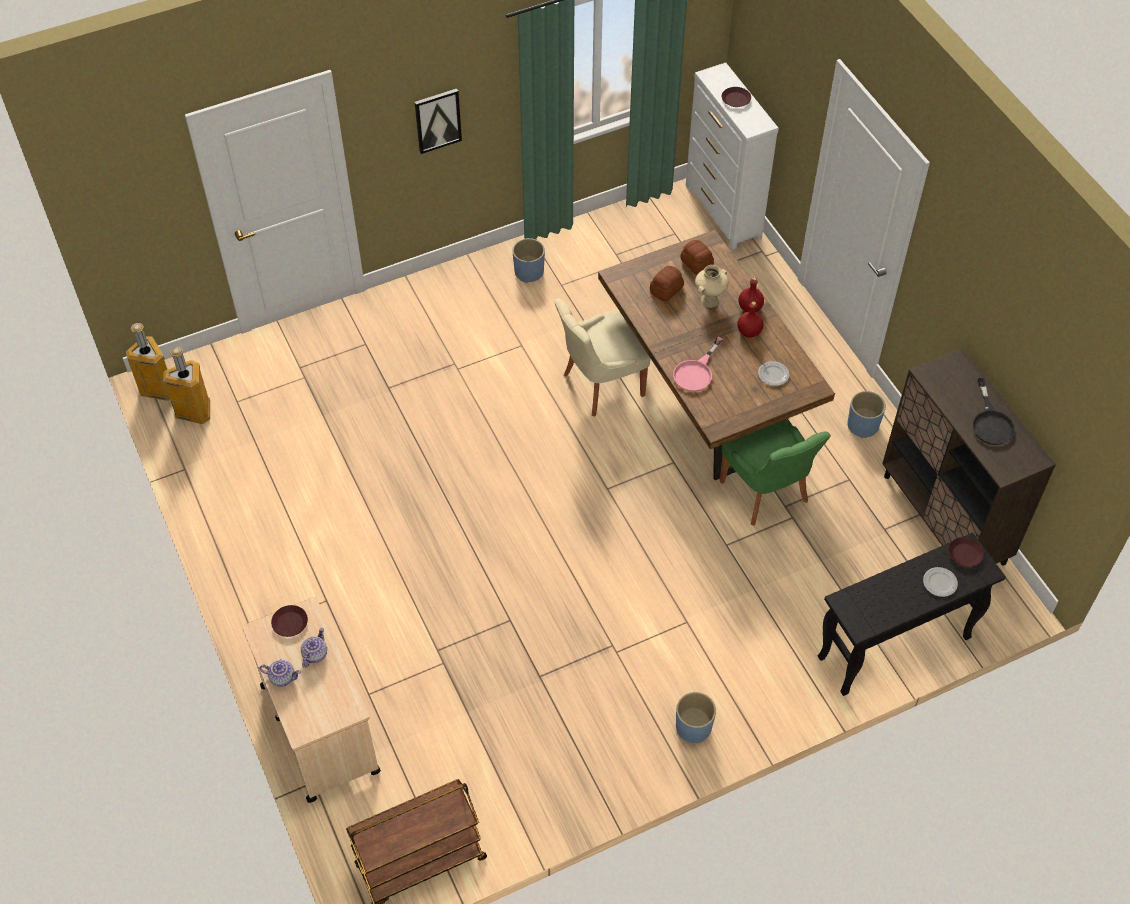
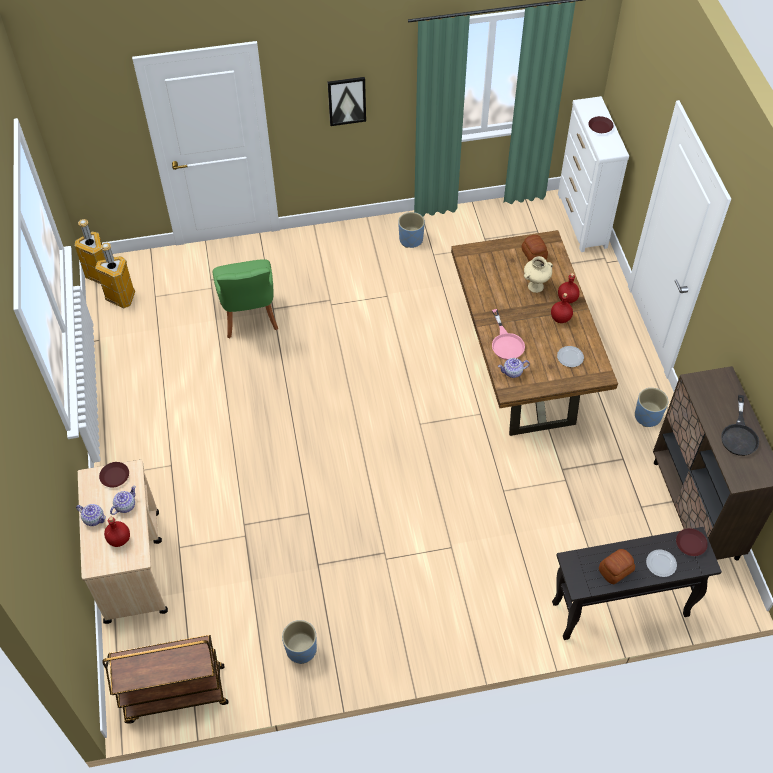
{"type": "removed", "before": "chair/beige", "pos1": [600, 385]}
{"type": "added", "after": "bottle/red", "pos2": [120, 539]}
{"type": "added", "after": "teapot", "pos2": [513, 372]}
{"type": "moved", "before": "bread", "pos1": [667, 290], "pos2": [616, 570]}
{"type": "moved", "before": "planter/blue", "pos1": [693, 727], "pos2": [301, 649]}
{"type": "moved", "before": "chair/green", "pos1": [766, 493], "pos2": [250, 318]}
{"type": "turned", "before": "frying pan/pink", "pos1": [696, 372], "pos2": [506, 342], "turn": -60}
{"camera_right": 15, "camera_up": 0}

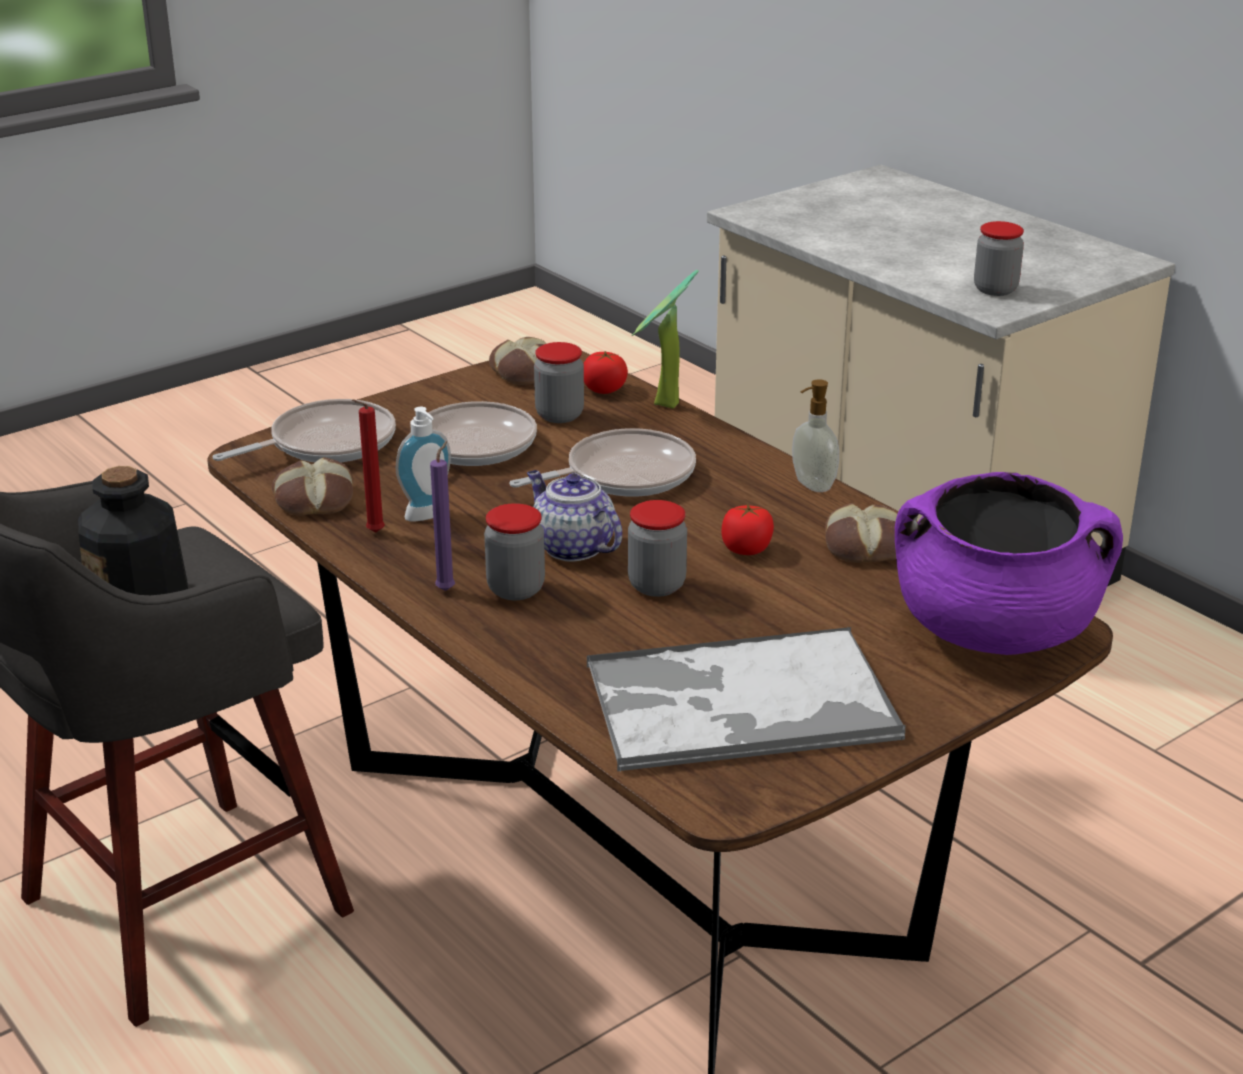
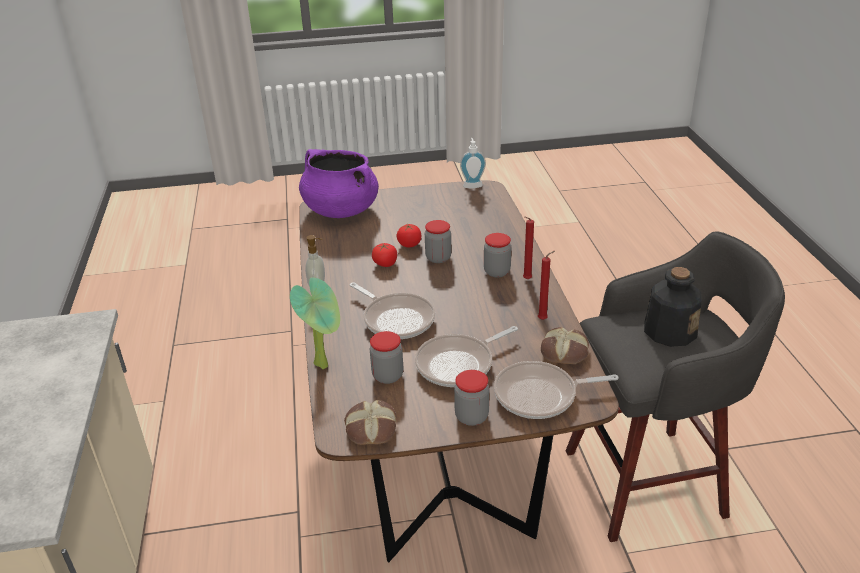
{"type": "removed", "before": "teapot", "pos1": [571, 547]}
{"type": "removed", "before": "tray", "pos1": [737, 703]}
{"type": "removed", "before": "bread", "pos1": [866, 545]}
{"type": "moved", "before": "soap dispenser", "pos1": [429, 516], "pos2": [472, 185]}
{"type": "moved", "before": "tomato", "pos1": [604, 389], "pos2": [409, 244]}
{"type": "moved", "before": "jar", "pos1": [995, 289], "pos2": [471, 416]}
{"type": "recoloured", "before": "candle/purple", "after": "candle/red", "pos1": [447, 589], "pos2": [526, 279]}
{"type": "turned", "before": "frying pan", "pos1": [623, 475], "pos2": [396, 319], "turn": -135}
{"camera_right": -150, "camera_up": 5}

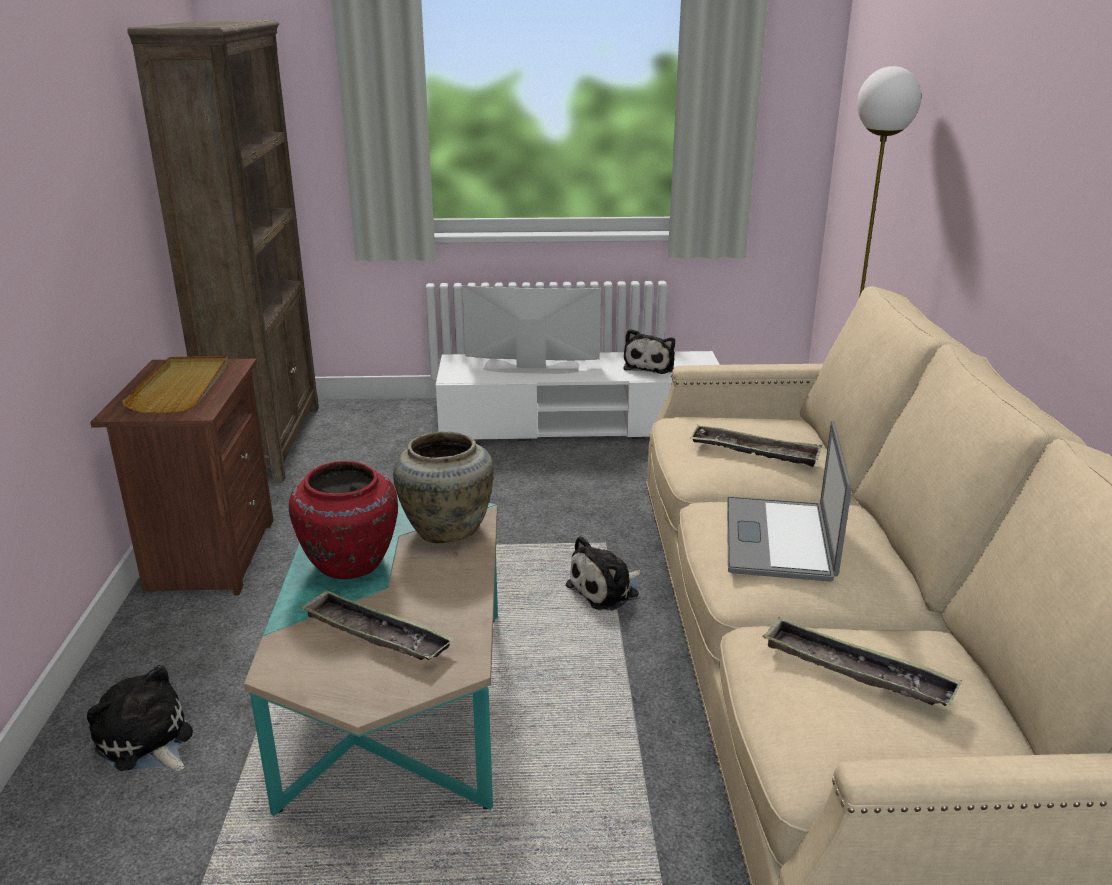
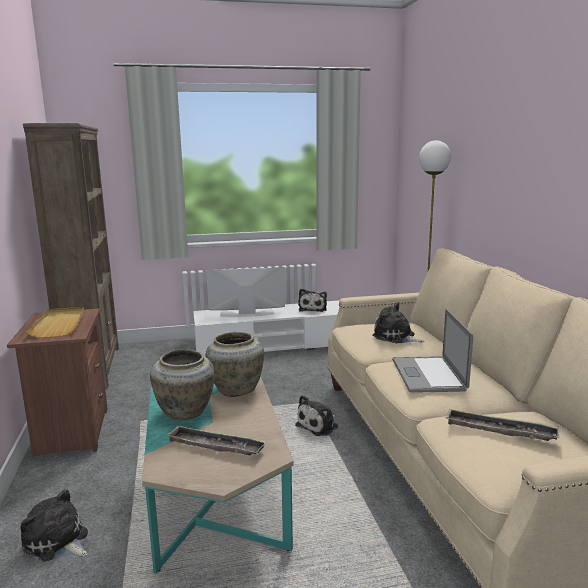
{"type": "replaced", "before": "tray", "after": "plush toy", "pos1": [754, 452], "pos2": [395, 337]}
{"type": "recoloured", "before": "vase/red", "after": "vase/beige", "pos1": [349, 565], "pos2": [185, 412]}
{"camera_right": -10, "camera_up": -10}

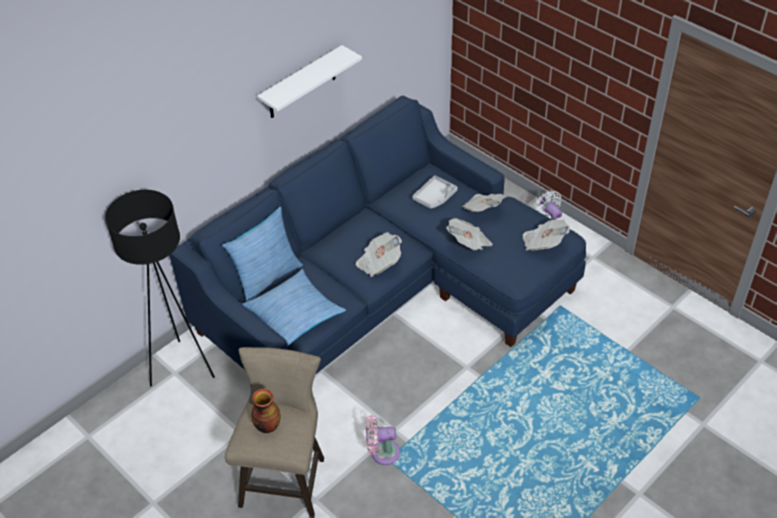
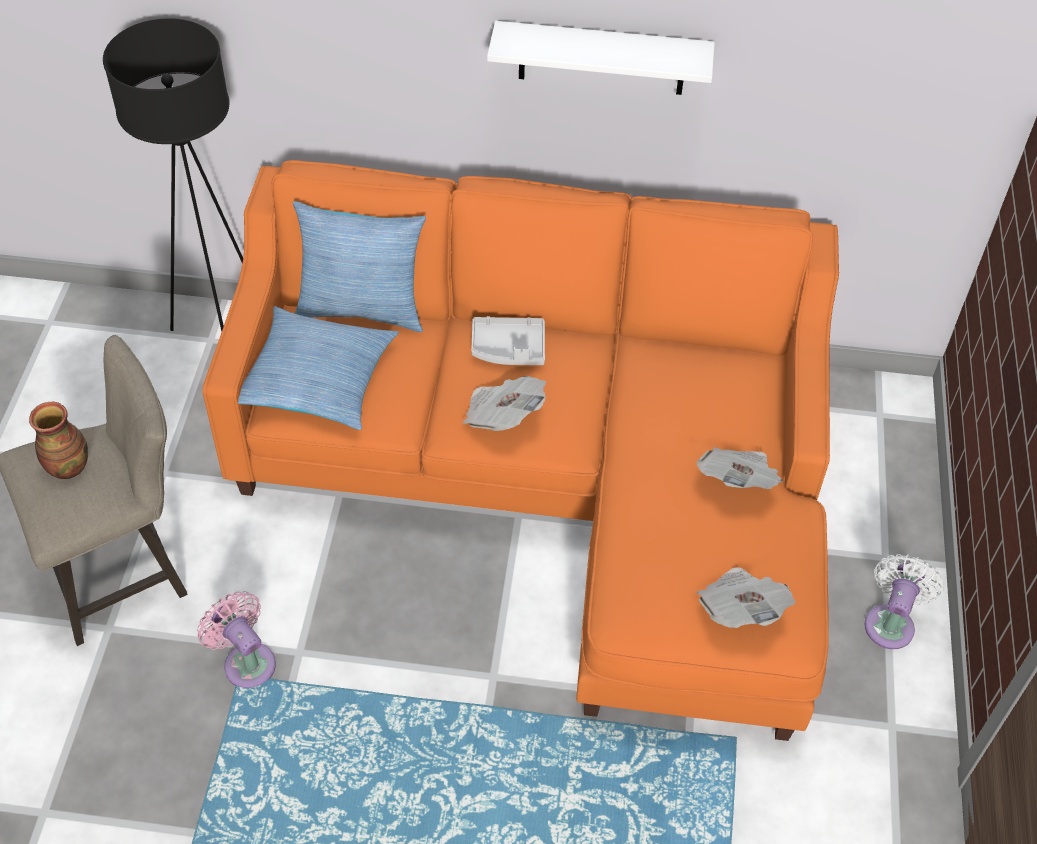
{"type": "removed", "before": "newspaper", "pos1": [469, 243]}
{"type": "moved", "before": "tray/grey", "pos1": [435, 197], "pos2": [508, 349]}
{"type": "recoloured", "before": "sofa/blue", "after": "sofa/orange", "pos1": [385, 288], "pos2": [556, 476]}
{"camera_right": 50, "camera_up": 5}

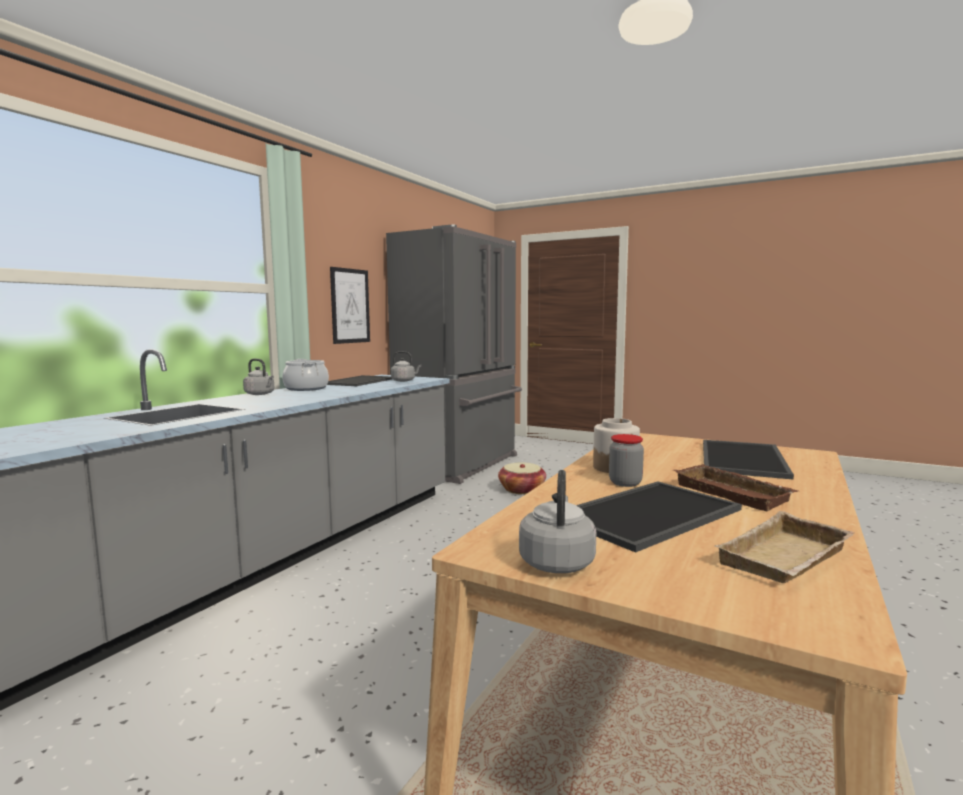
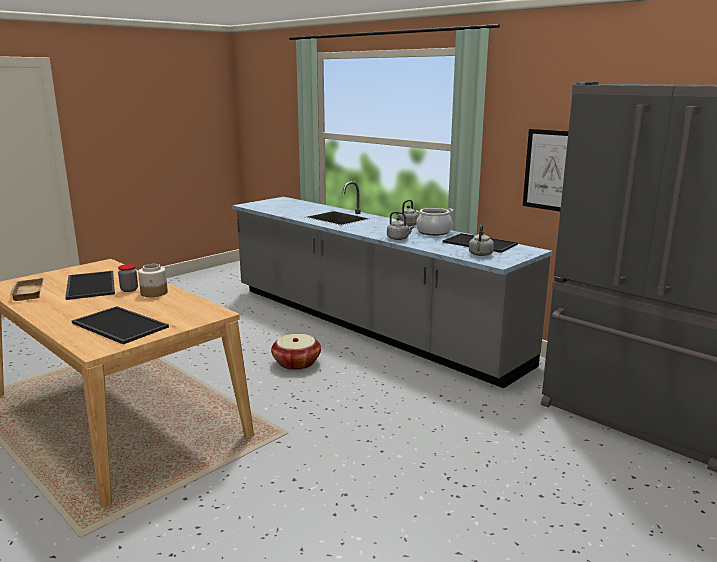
{"type": "removed", "before": "tray/brown", "pos1": [735, 493]}
{"type": "moved", "before": "basket", "pos1": [522, 489], "pos2": [296, 363]}
{"type": "moved", "before": "kettle/grey", "pos1": [557, 561], "pos2": [399, 238]}
{"camera_right": 105, "camera_up": 10}

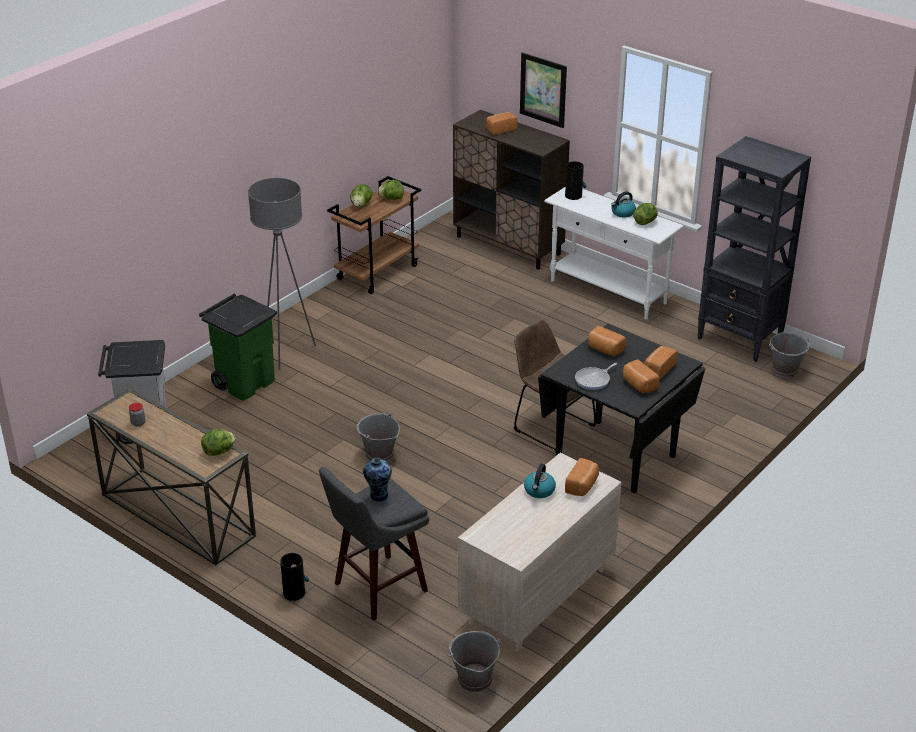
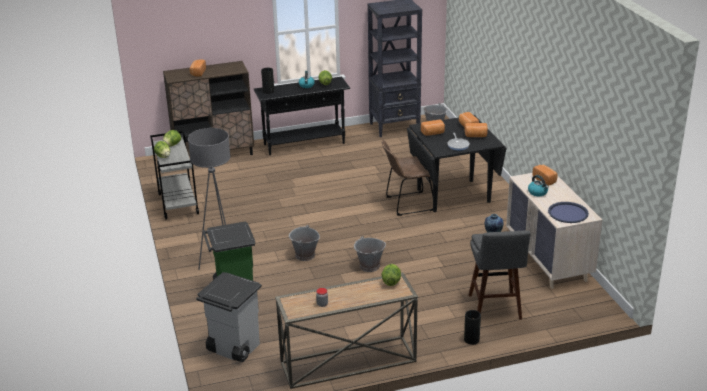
{"type": "removed", "before": "picture", "pos1": [543, 90]}
{"type": "added", "after": "tray/blue", "pos2": [568, 213]}
{"type": "moved", "before": "bucket/grey", "pos1": [474, 679], "pos2": [304, 255]}
{"type": "recoloured", "before": "cart/brown", "after": "cart/grey", "pos1": [377, 272], "pos2": [177, 204]}
{"type": "recoloured", "before": "console table/white", "after": "console table/black", "pos1": [608, 292], "pos2": [304, 144]}
{"camera_right": -55, "camera_up": -5}

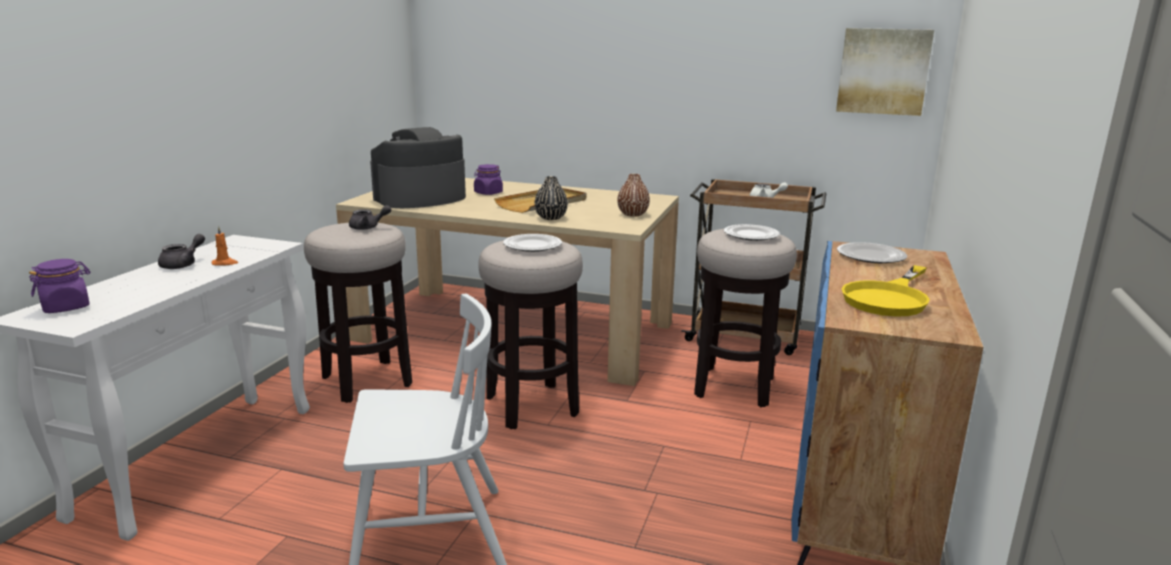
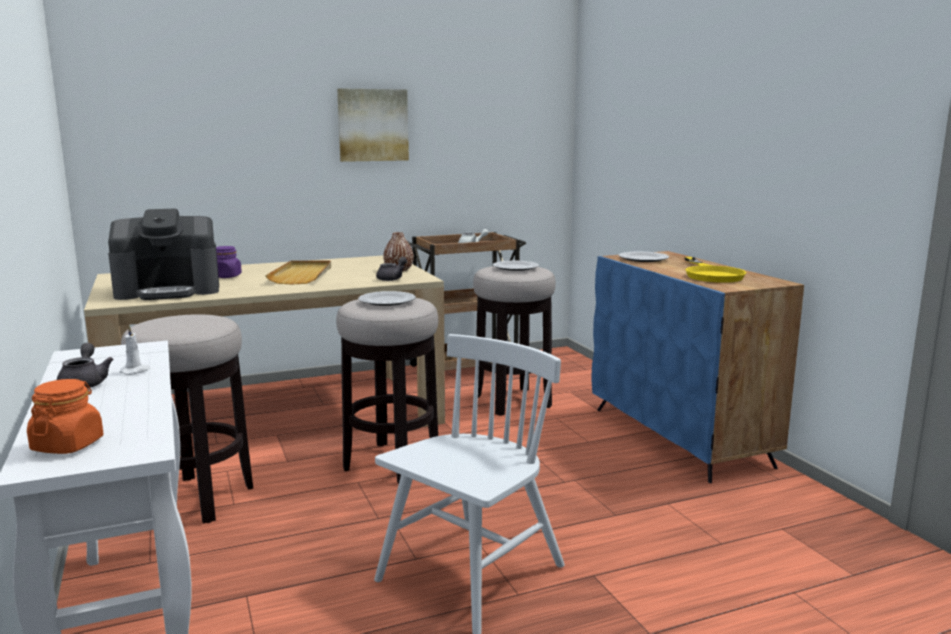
{"type": "removed", "before": "vase/black", "pos1": [551, 218]}
{"type": "moved", "before": "teapot/grey", "pos1": [368, 227], "pos2": [392, 278]}
{"type": "moved", "before": "picture", "pos1": [883, 71], "pos2": [373, 125]}
{"type": "recoloured", "before": "jar/purple", "after": "jar/orange", "pos1": [66, 307], "pos2": [68, 445]}
{"type": "recoloured", "before": "candle/orange", "after": "candle/white", "pos1": [225, 263], "pos2": [135, 371]}
{"type": "turned", "before": "coffee machine", "pos1": [420, 198], "pos2": [169, 290], "turn": -120}
{"camera_right": -40, "camera_up": -5}

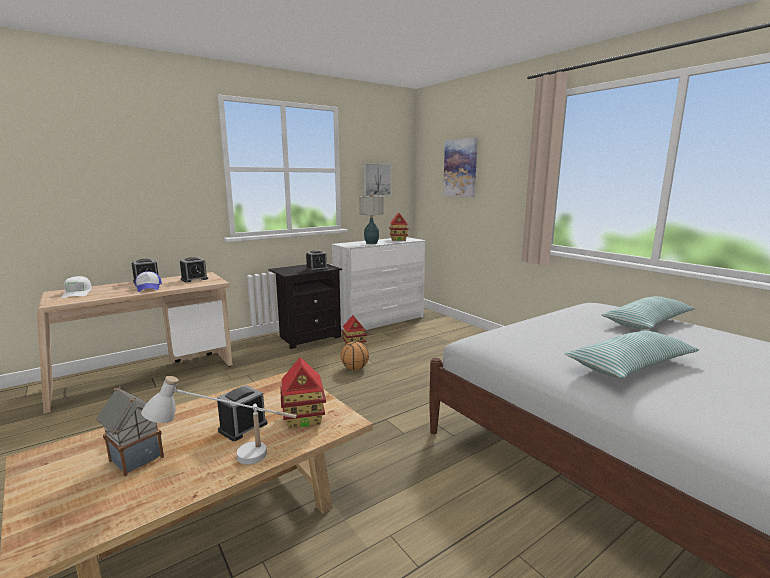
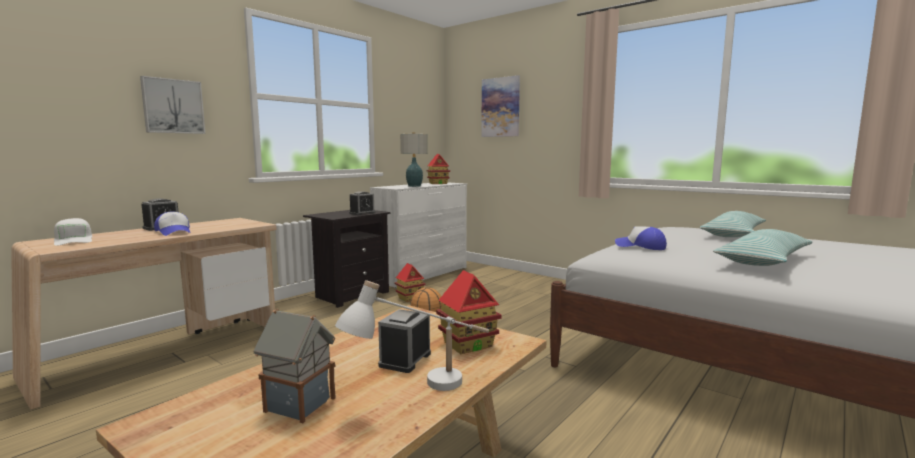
{"type": "removed", "before": "alarm clock", "pos1": [194, 279]}
{"type": "added", "after": "cap", "pos2": [640, 246]}
{"type": "moved", "before": "picture", "pos1": [376, 179], "pos2": [173, 106]}
{"camera_right": -15, "camera_up": -5}

